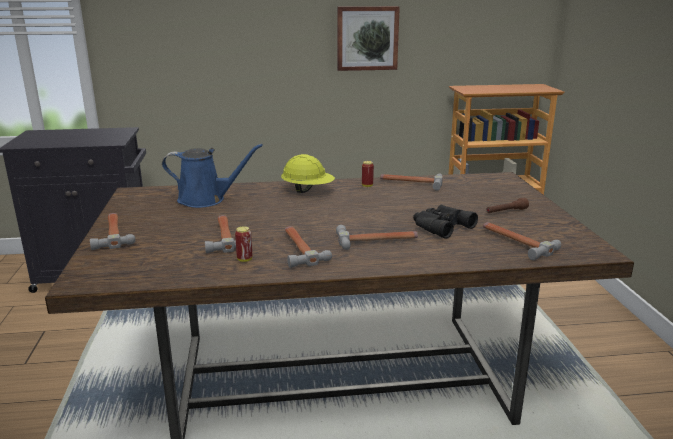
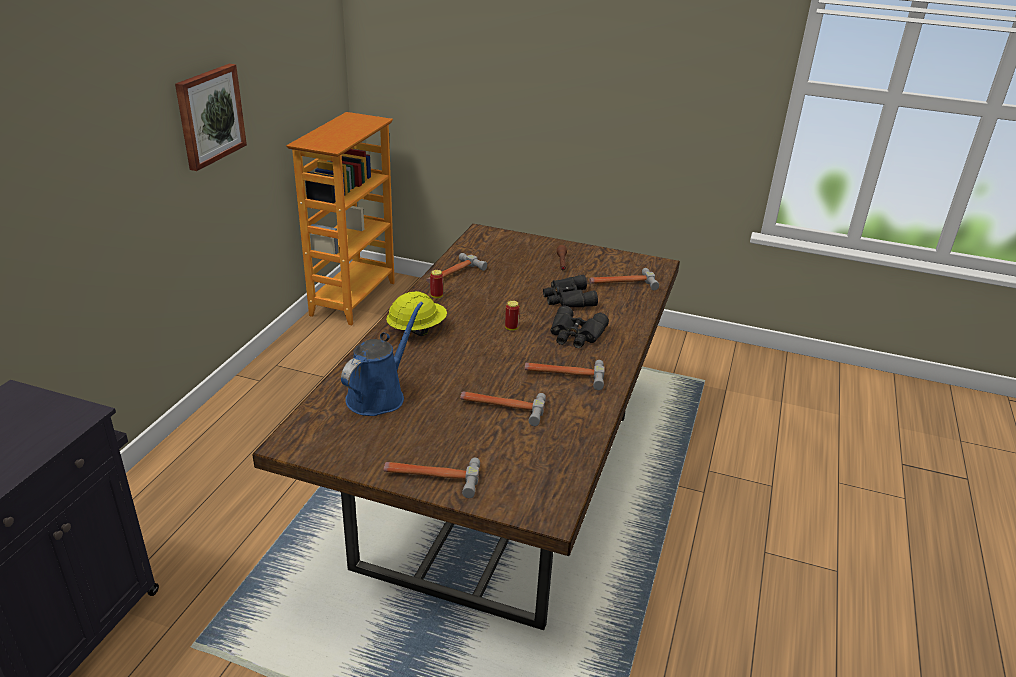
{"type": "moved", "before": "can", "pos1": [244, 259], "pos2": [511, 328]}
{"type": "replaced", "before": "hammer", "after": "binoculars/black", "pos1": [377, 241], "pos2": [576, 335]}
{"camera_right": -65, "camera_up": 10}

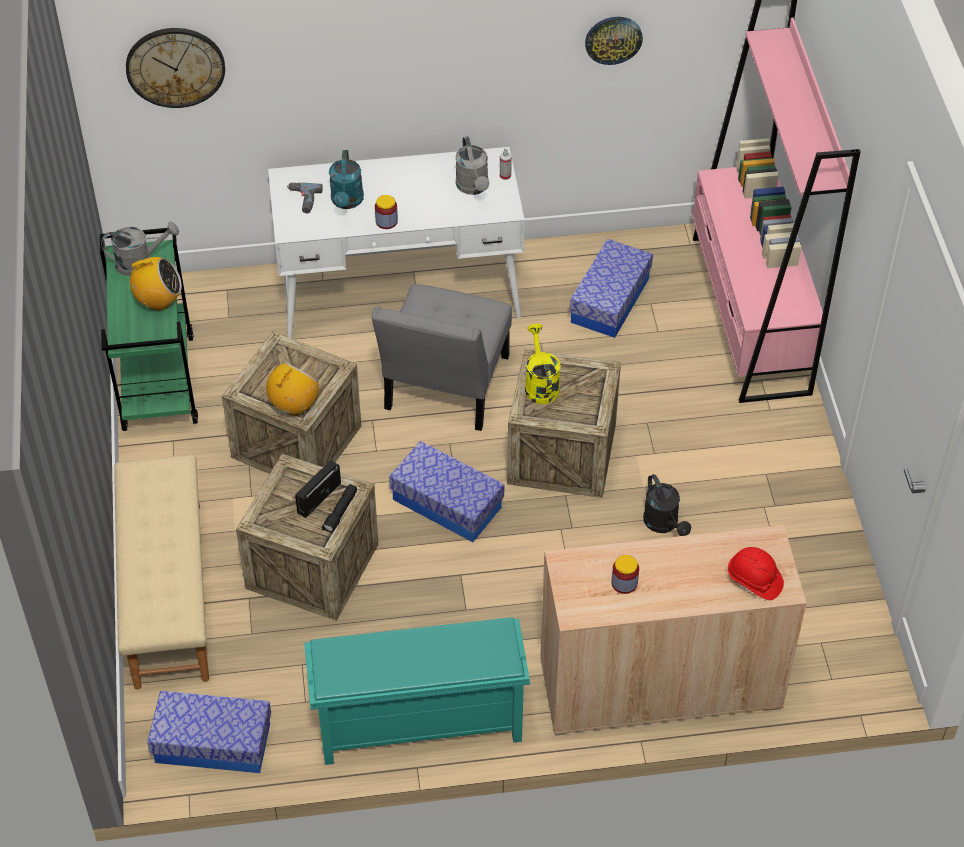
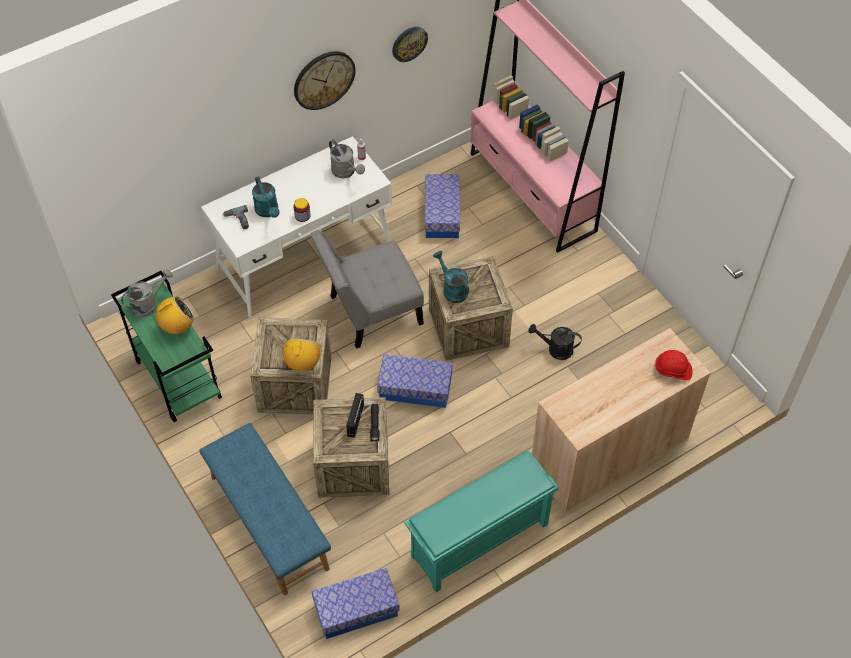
{"type": "removed", "before": "jar", "pos1": [624, 583]}
{"type": "moved", "before": "wall clock", "pos1": [175, 66], "pos2": [324, 79]}
{"type": "recoloured", "before": "bench/beige", "after": "bench/blue", "pos1": [166, 594], "pos2": [268, 522]}
{"type": "recoloured", "before": "watering can/yellow", "after": "watering can/turquoise", "pos1": [540, 384], "pos2": [452, 289]}
{"type": "turned", "before": "chair/grey", "pos1": [444, 388], "pos2": [370, 312], "turn": 75}
{"type": "turned", "before": "watering can/black", "pos1": [664, 524], "pos2": [555, 349], "turn": 150}
{"camera_right": -25, "camera_up": 5}

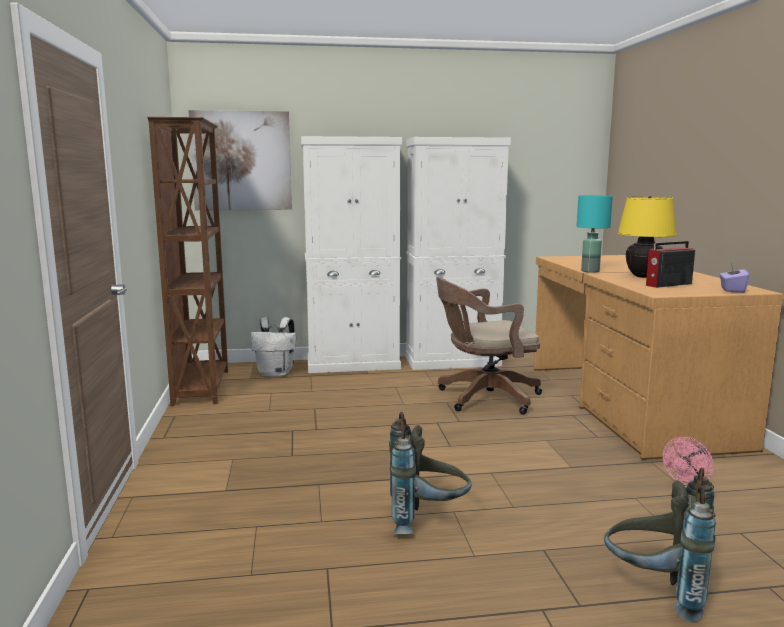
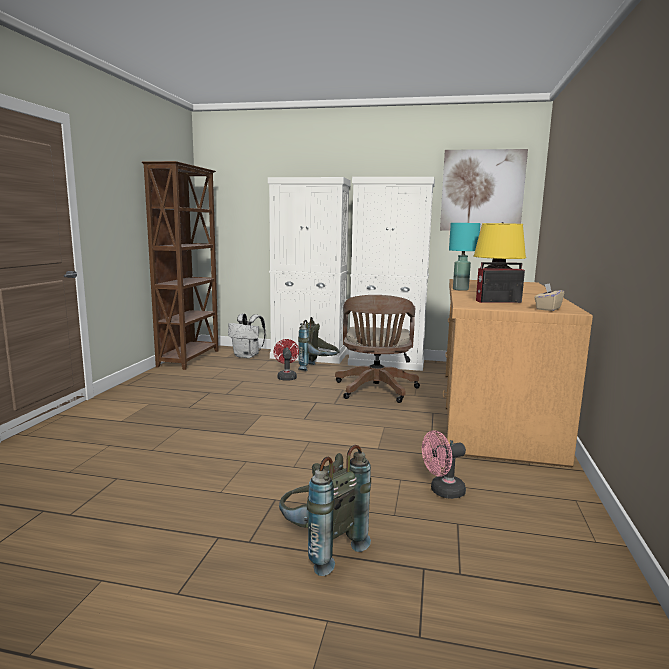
{"type": "added", "after": "fan/red", "pos2": [286, 377]}
{"type": "moved", "before": "picture", "pos1": [241, 161], "pos2": [482, 191]}
{"type": "moved", "before": "backpack/grey", "pos1": [426, 520], "pos2": [318, 369]}
{"type": "recoloured", "before": "tissue box/purple", "after": "tissue box/beige", "pos1": [732, 290], "pos2": [547, 309]}
{"type": "turned", "before": "office chair/brown", "pos1": [484, 398], "pos2": [375, 391], "turn": -90}
{"camera_right": 20, "camera_up": 0}

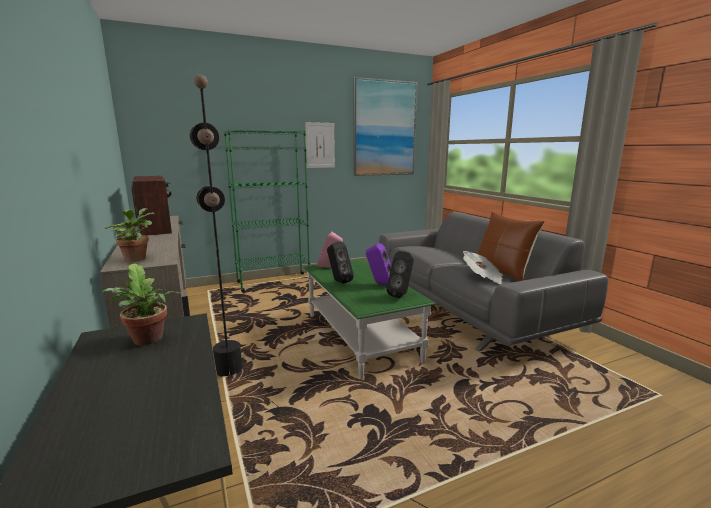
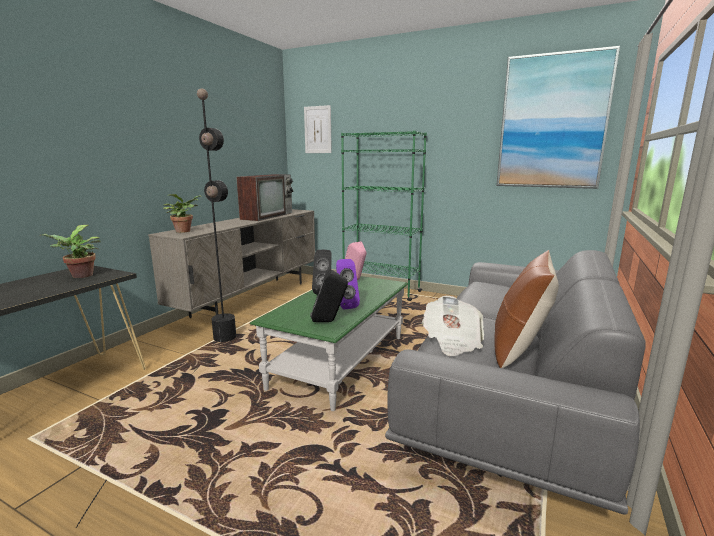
{"type": "moved", "before": "picture", "pos1": [320, 145], "pos2": [318, 129]}
{"camera_right": 50, "camera_up": 0}

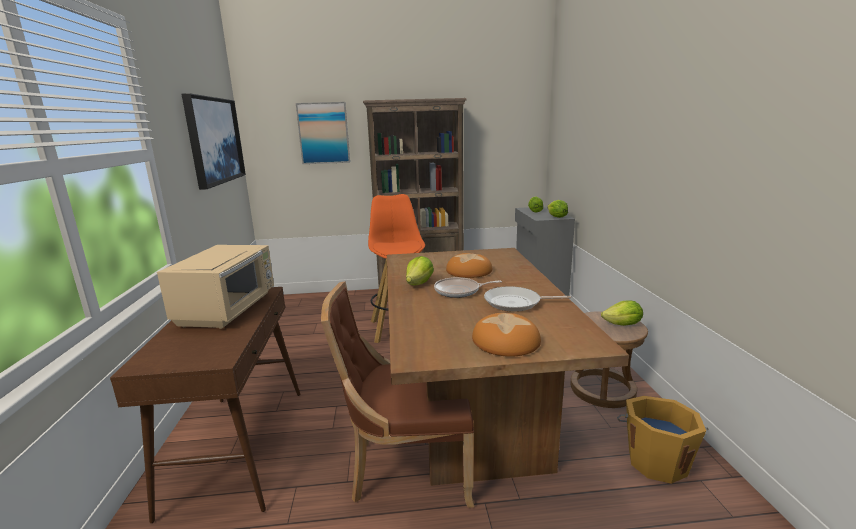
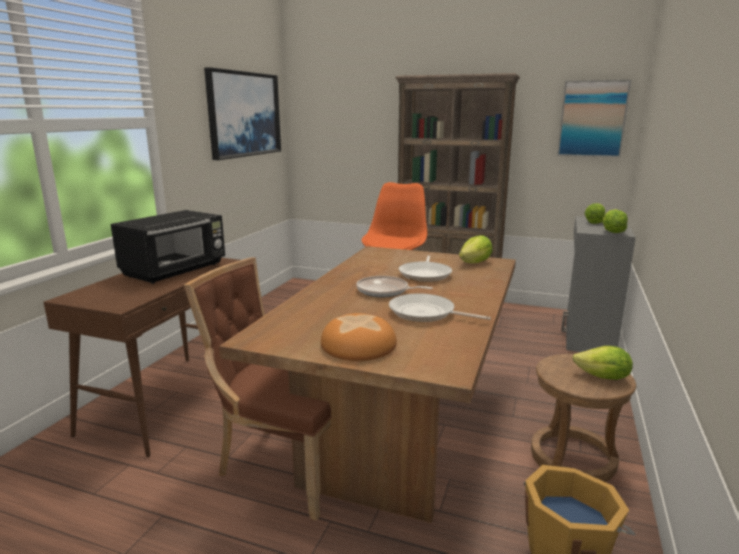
{"type": "moved", "before": "picture", "pos1": [323, 133], "pos2": [592, 119]}
{"type": "moved", "before": "lettuce", "pos1": [419, 284], "pos2": [475, 263]}
{"type": "replaced", "before": "bread", "after": "frying pan", "pos1": [469, 271], "pos2": [425, 274]}
{"type": "recoloured", "before": "microwave/beige", "after": "microwave/black", "pos1": [229, 309], "pos2": [176, 270]}
{"camera_right": 25, "camera_up": 0}

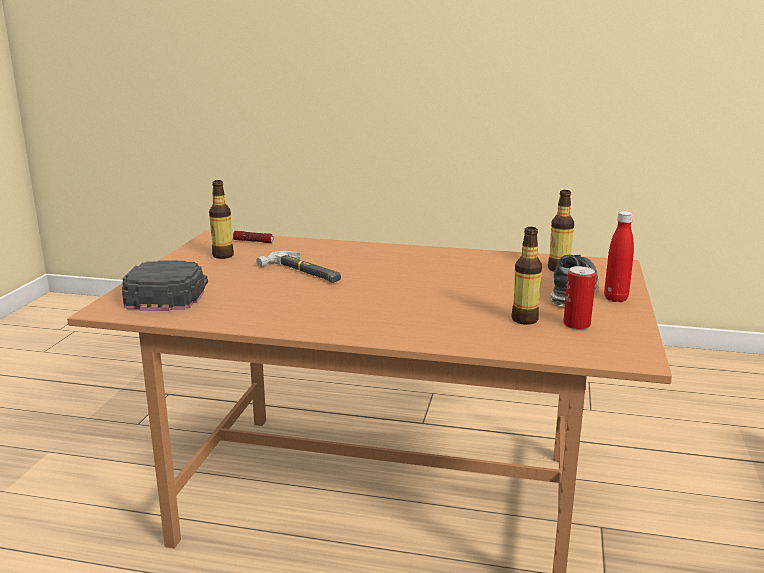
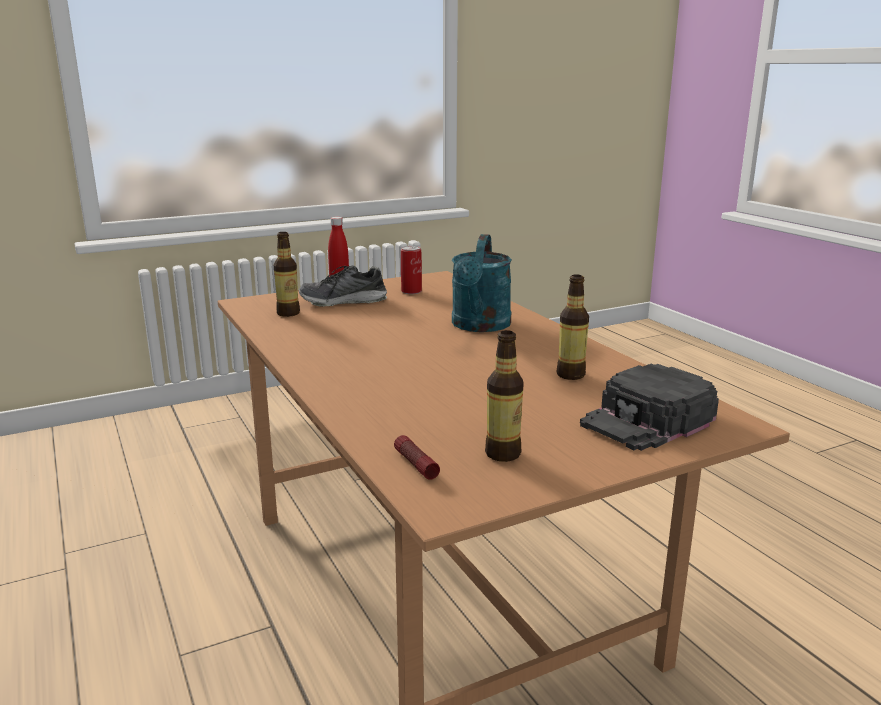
{"type": "removed", "before": "hammer", "pos1": [303, 272]}
{"type": "added", "after": "watering can/turquoise", "pos2": [479, 326]}
{"type": "moved", "before": "bottle", "pos1": [524, 319], "pos2": [570, 375]}
{"camera_right": -130, "camera_up": 0}

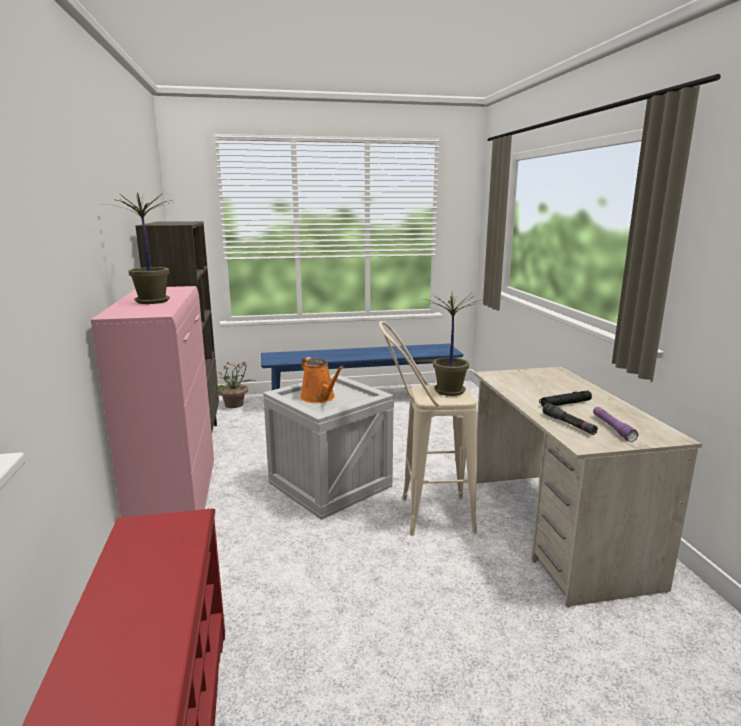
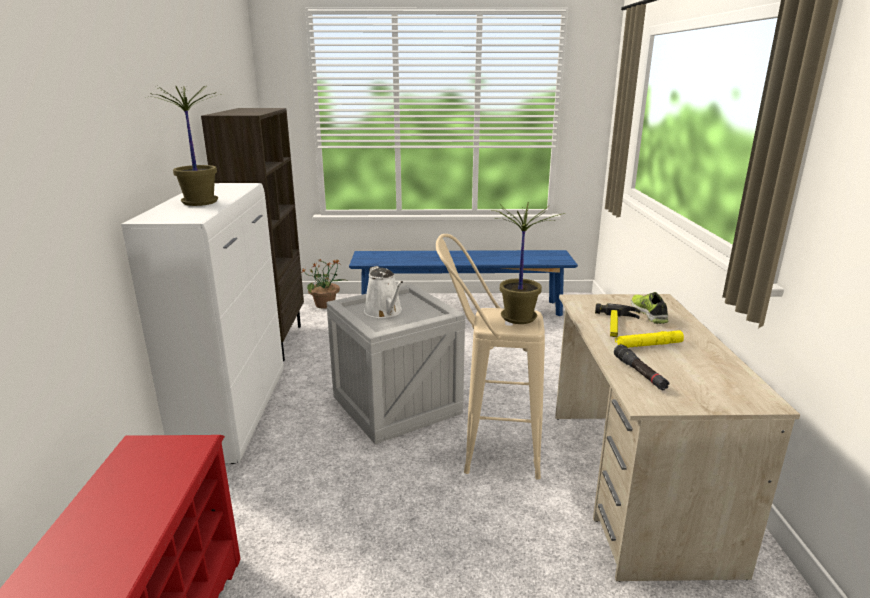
{"type": "removed", "before": "flashlight/purple", "pos1": [612, 428]}
{"type": "added", "after": "hammer", "pos2": [616, 326]}
{"type": "added", "after": "shoe", "pos2": [649, 313]}
{"type": "recoloured", "before": "cabinet/pink", "after": "cabinet/white", "pos1": [177, 506], "pos2": [235, 414]}
{"type": "recoloured", "before": "watering can/orange", "after": "watering can/white", "pos1": [319, 398], "pos2": [384, 312]}
{"type": "recoloured", "before": "flashlight/black", "after": "flashlight/yellow", "pos1": [565, 404], "pos2": [648, 345]}
{"camera_right": 10, "camera_up": 5}

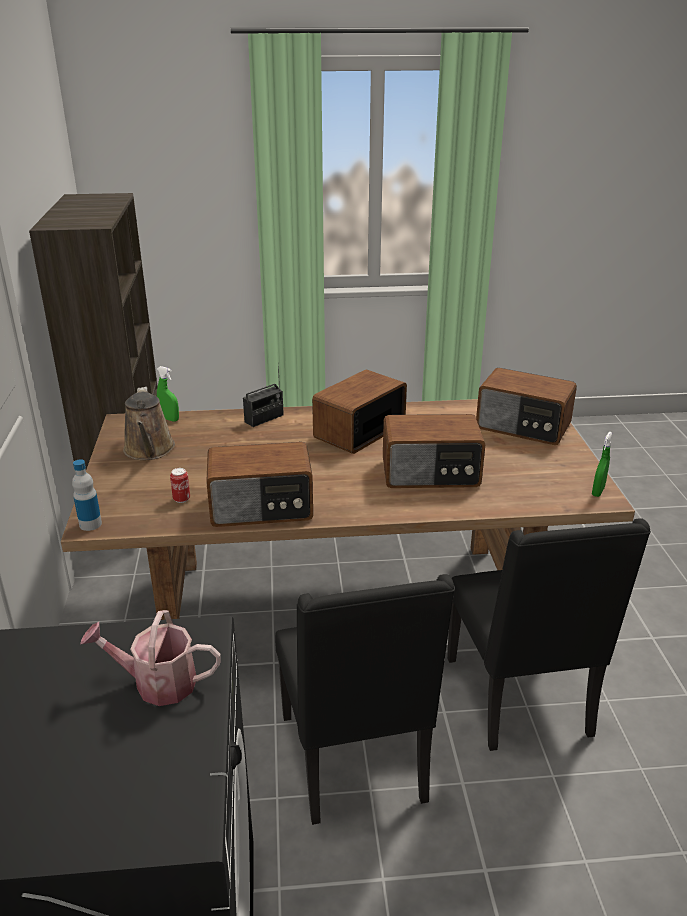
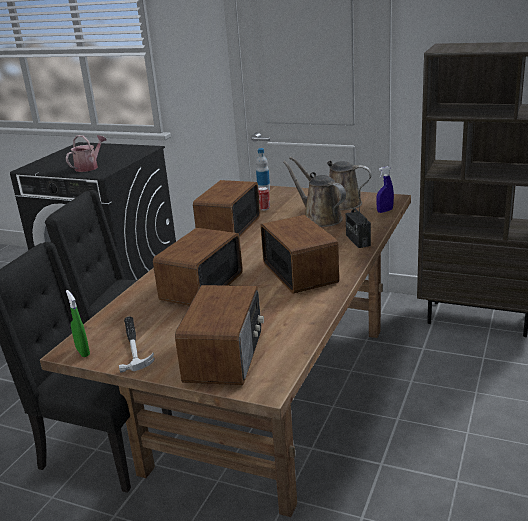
{"type": "added", "after": "hammer", "pos2": [133, 345]}
{"type": "added", "after": "watering can/brown", "pos2": [319, 218]}
{"type": "recoloured", "before": "spray bottle/green", "after": "spray bottle/blue", "pos1": [169, 419], "pos2": [384, 211]}
{"type": "turned", "before": "radio", "pos1": [523, 427], "pos2": [226, 356], "turn": 135}
{"camera_right": 120, "camera_up": -5}

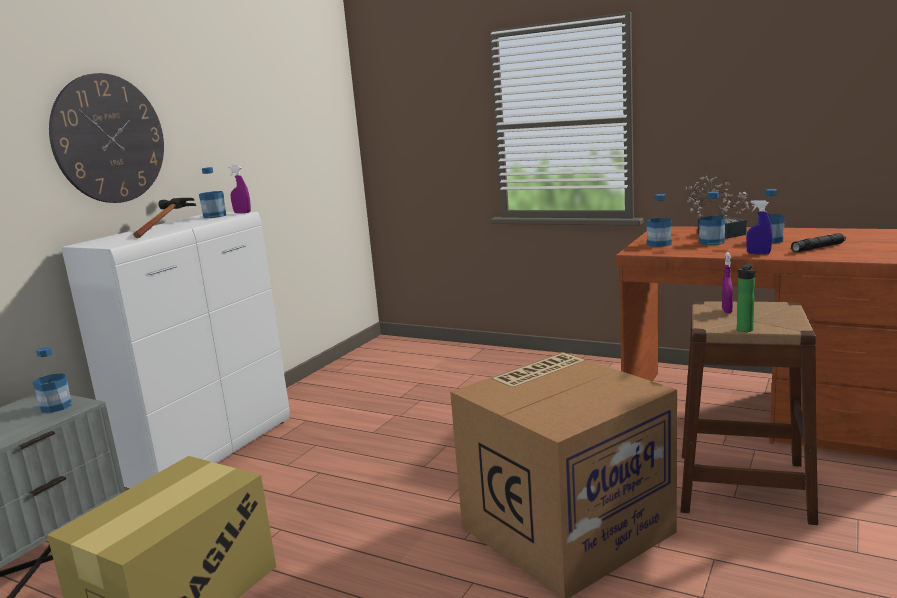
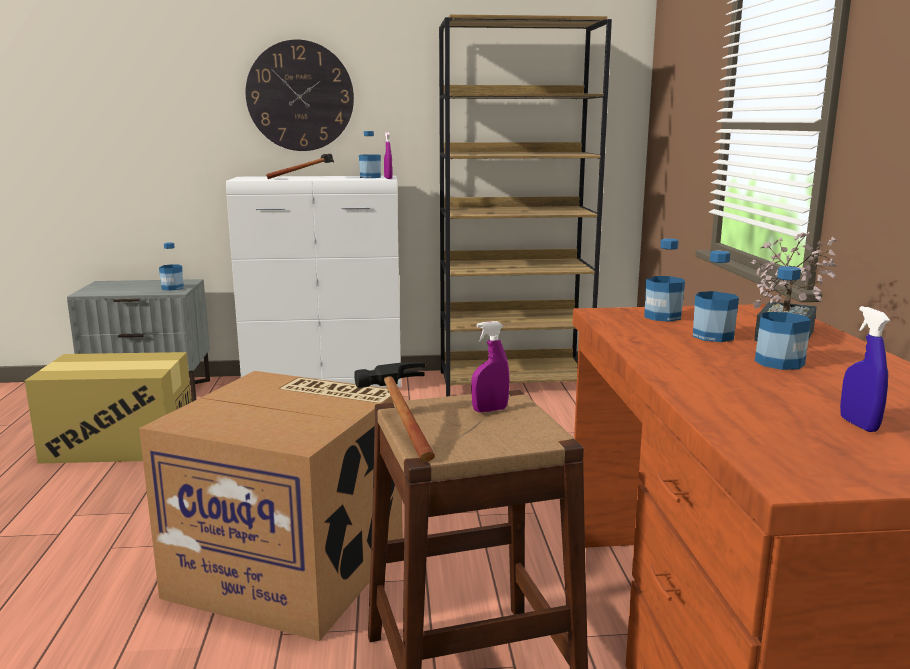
{"type": "removed", "before": "flashlight/black", "pos1": [818, 248]}
{"type": "added", "after": "bookcase/brown", "pos2": [515, 381]}
{"type": "moved", "before": "spray bottle/blue", "pos1": [758, 253], "pos2": [858, 424]}
{"type": "replaced", "before": "bottle", "after": "hammer", "pos1": [744, 330], "pos2": [398, 426]}
{"camera_right": 55, "camera_up": 0}

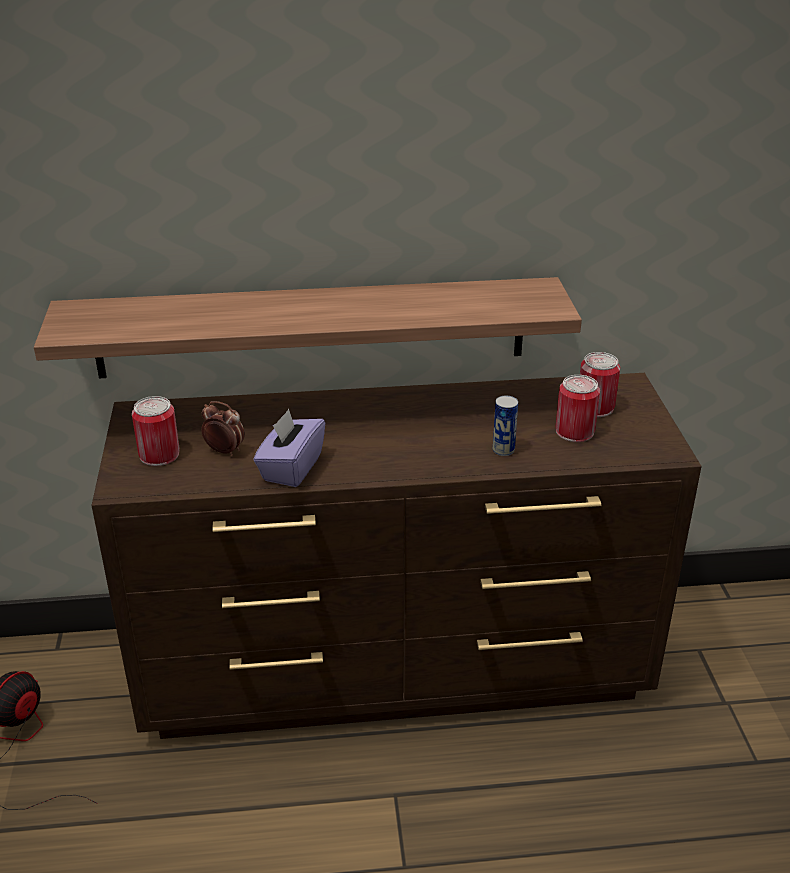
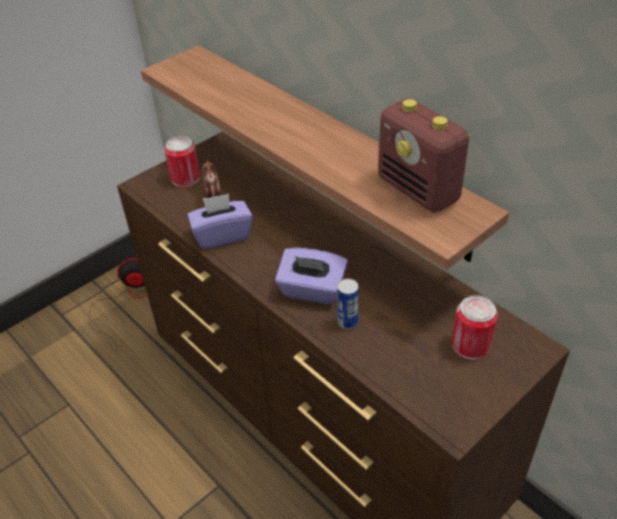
{"type": "removed", "before": "can", "pos1": [574, 431]}
{"type": "added", "after": "tissue box/purple", "pos2": [312, 291]}
{"type": "added", "after": "radio", "pos2": [419, 190]}
{"camera_right": 55, "camera_up": 10}

